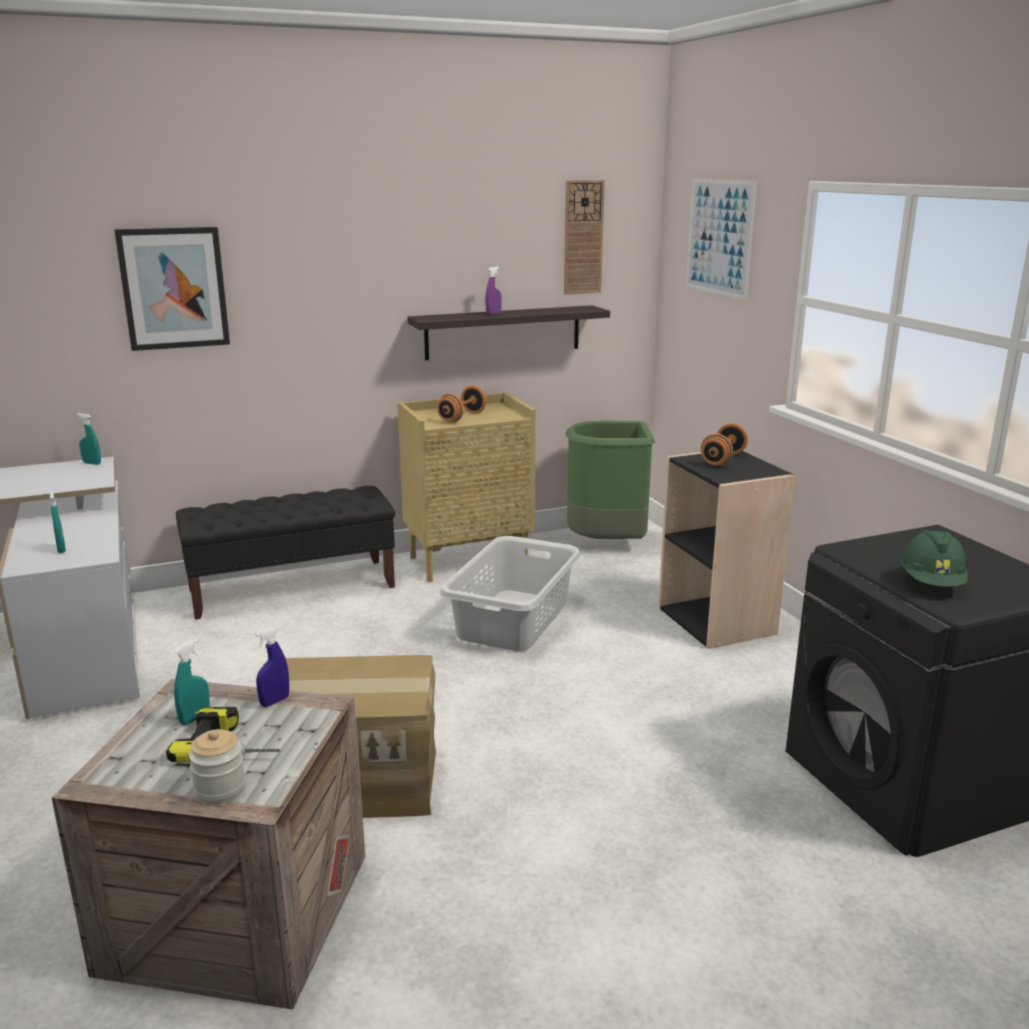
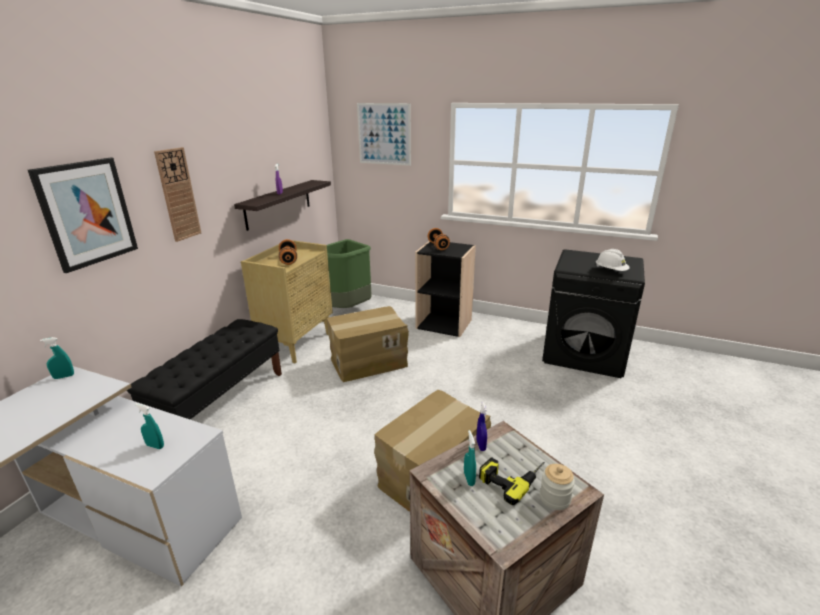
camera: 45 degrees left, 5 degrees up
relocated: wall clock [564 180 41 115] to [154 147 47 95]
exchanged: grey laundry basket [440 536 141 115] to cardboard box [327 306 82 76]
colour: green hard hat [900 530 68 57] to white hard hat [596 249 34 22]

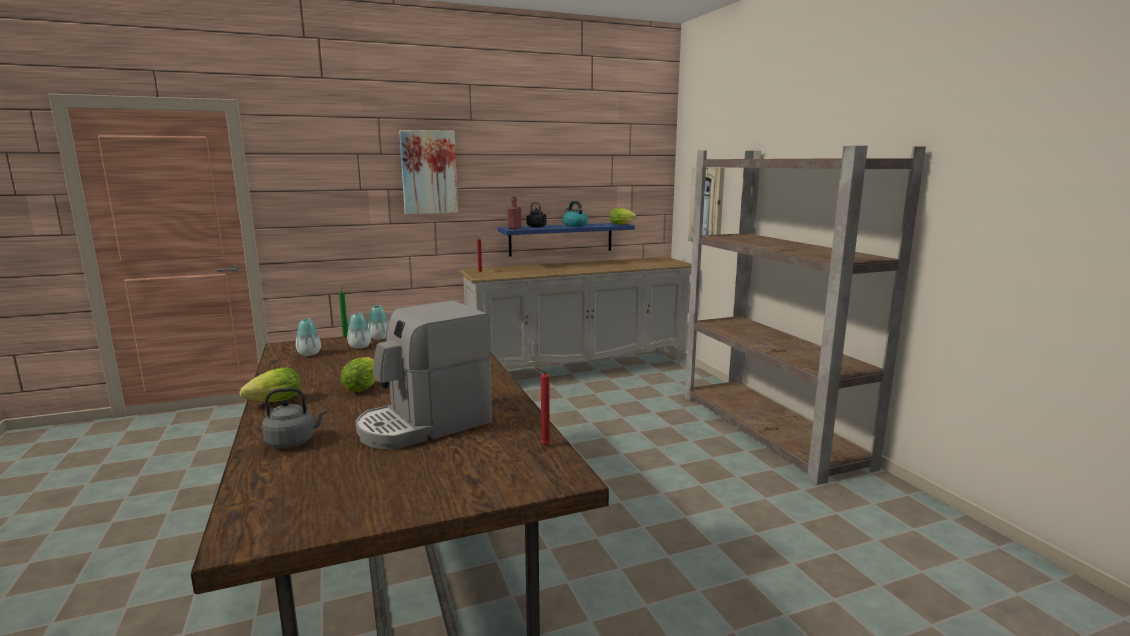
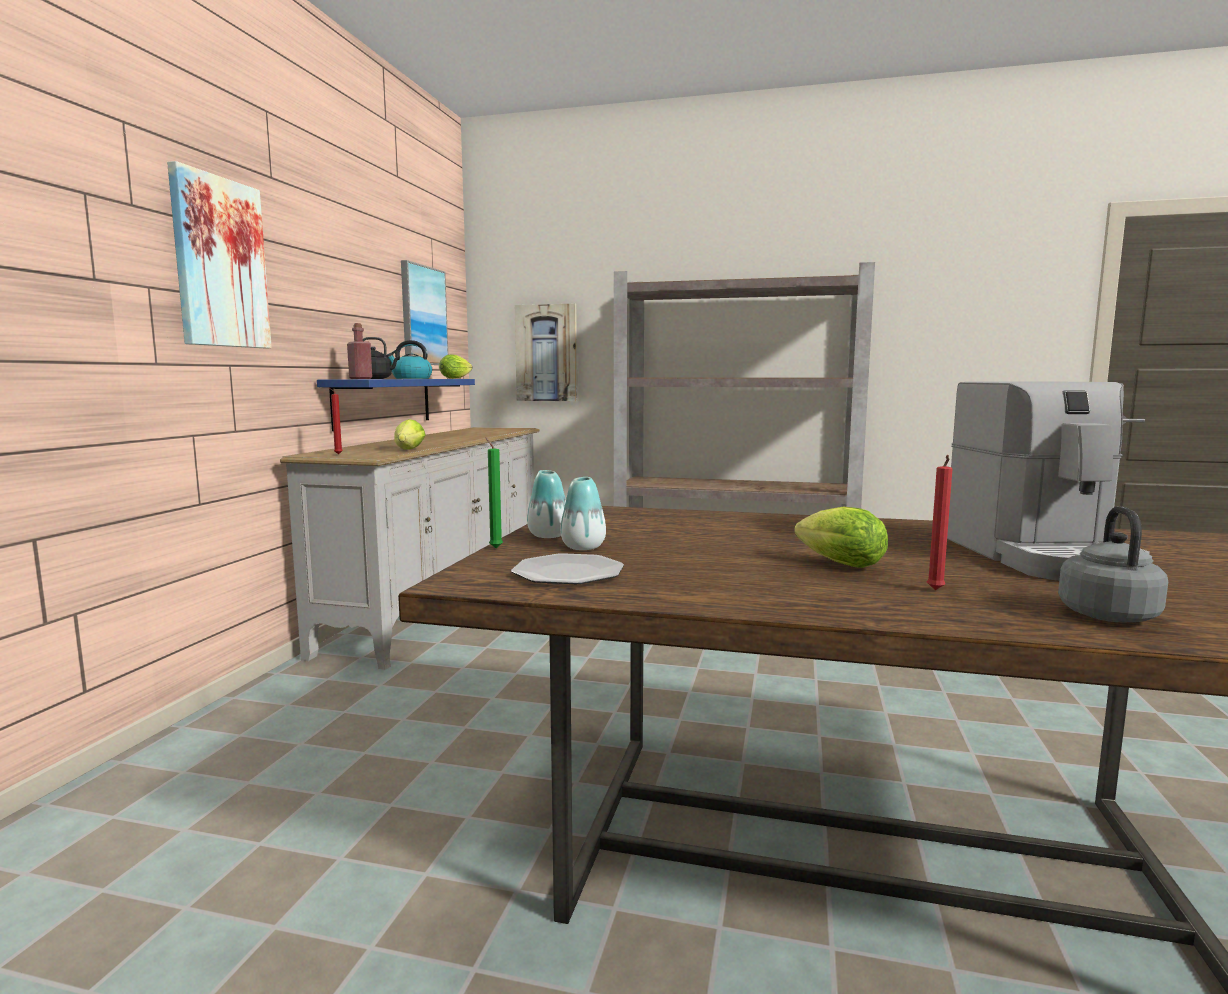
camera: 55 degrees left, 5 degrees down
appeared: picture [401 260 47 105]
relocated: lettuce [239 367 62 35] to [394 419 32 30]; red candle [536 368 15 78] to [927 455 26 135]
exchanged: vase [296 318 25 38] to plate [511 553 113 31]

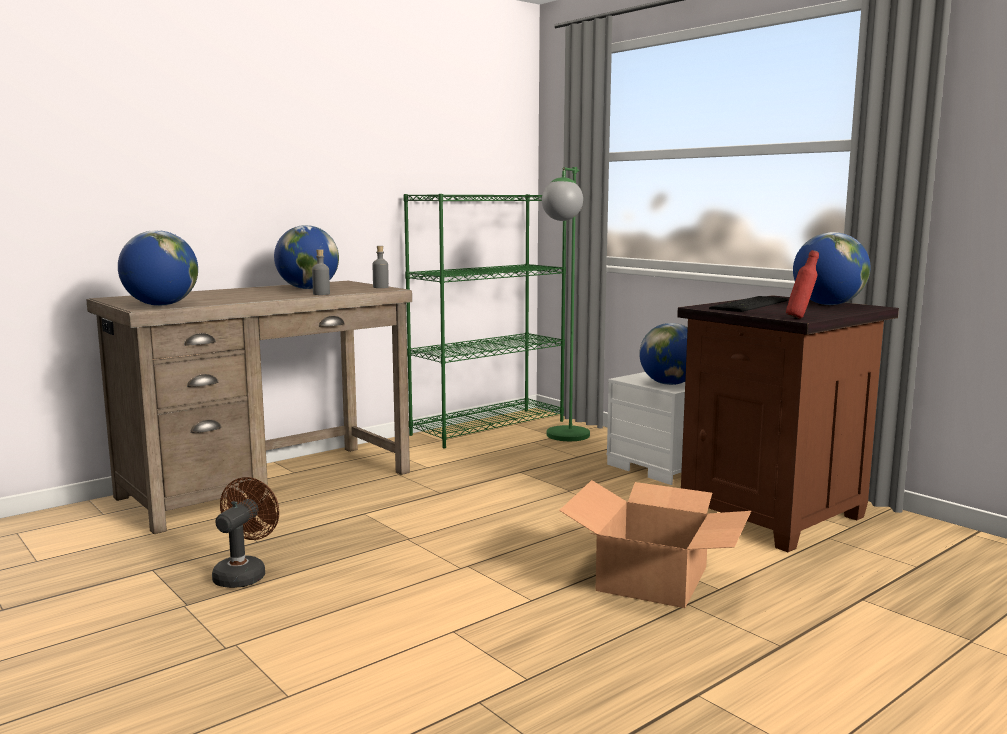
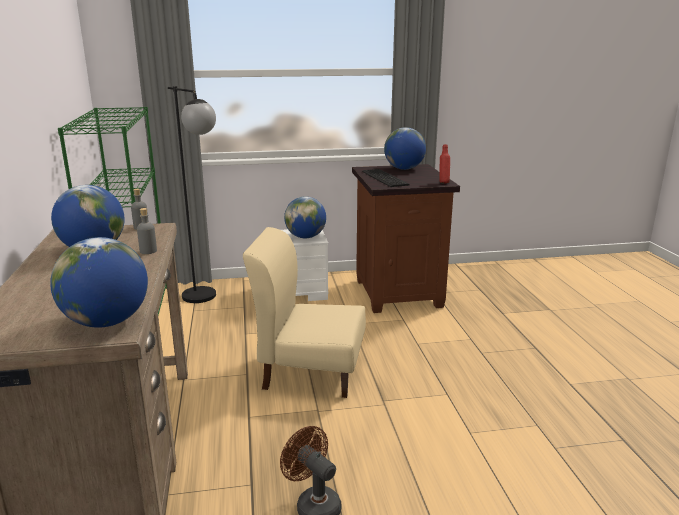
camera: 60 degrees left, 10 degrees up
missing: cardboard box [559 480 192 128]
appeared: beige chair [243 227 123 171]
colour: green floor lamp [542 167 48 274] to black floor lamp [168 86 48 217]

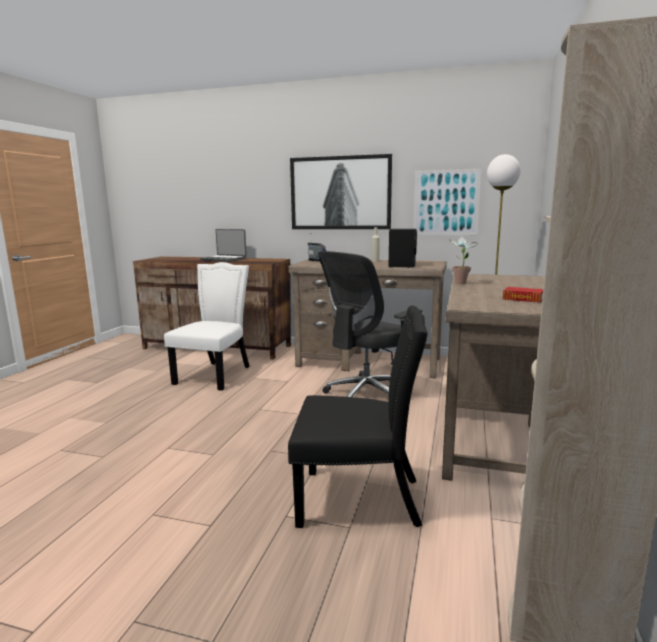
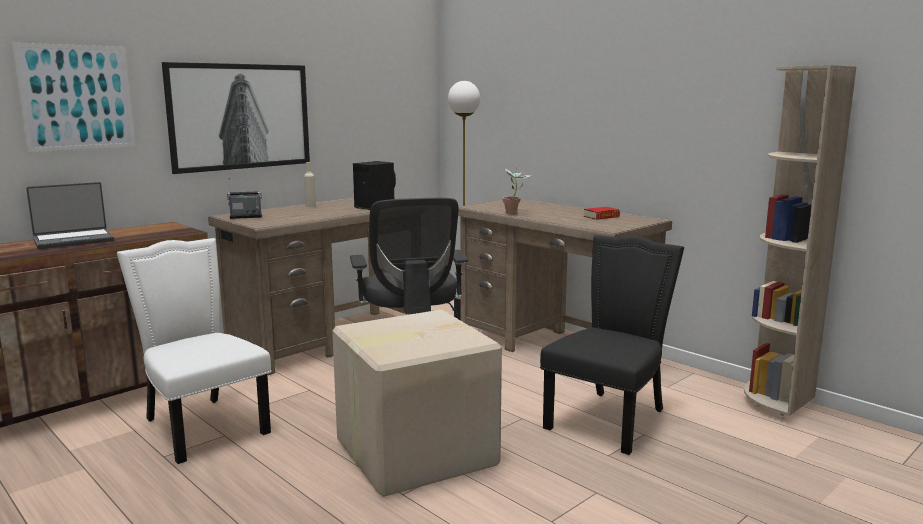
camera: 60 degrees left, 0 degrees up
appeared: cardboard box [332 310 170 187]
relocated: picture [414 169 68 66] to [12 43 124 109]

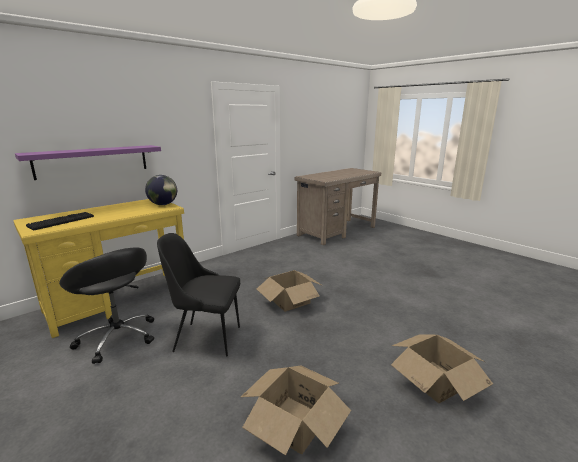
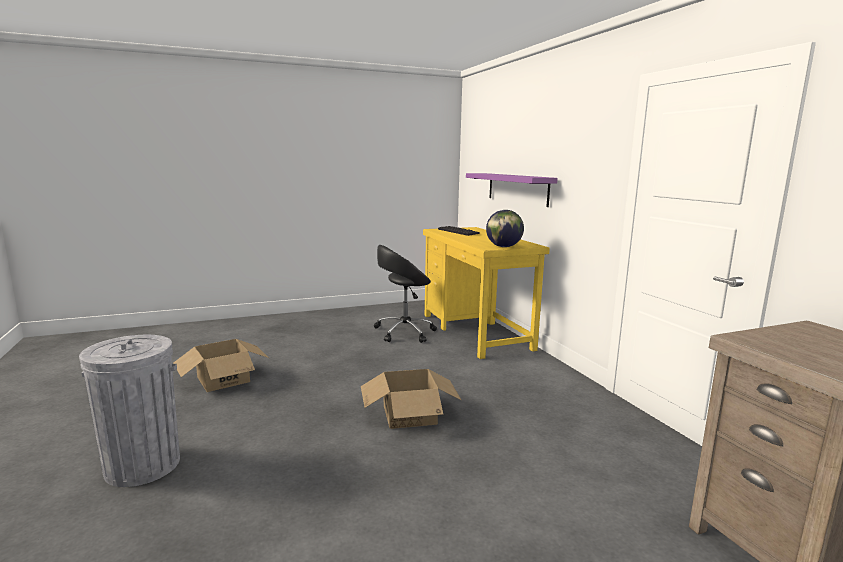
camera: 110 degrees right, 5 degrees down
missing: black chair [157 233 83 124]
exchanged: cardboard box [391 334 102 69] to grey trash can [79 335 101 152]

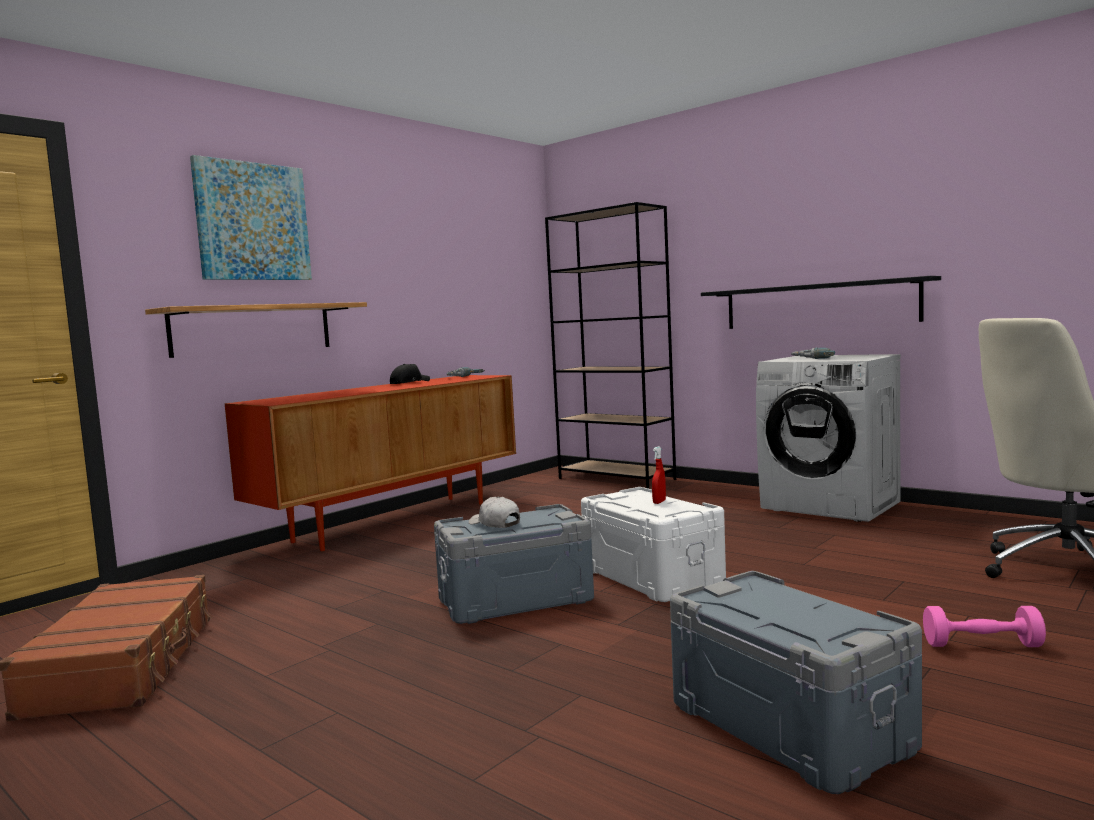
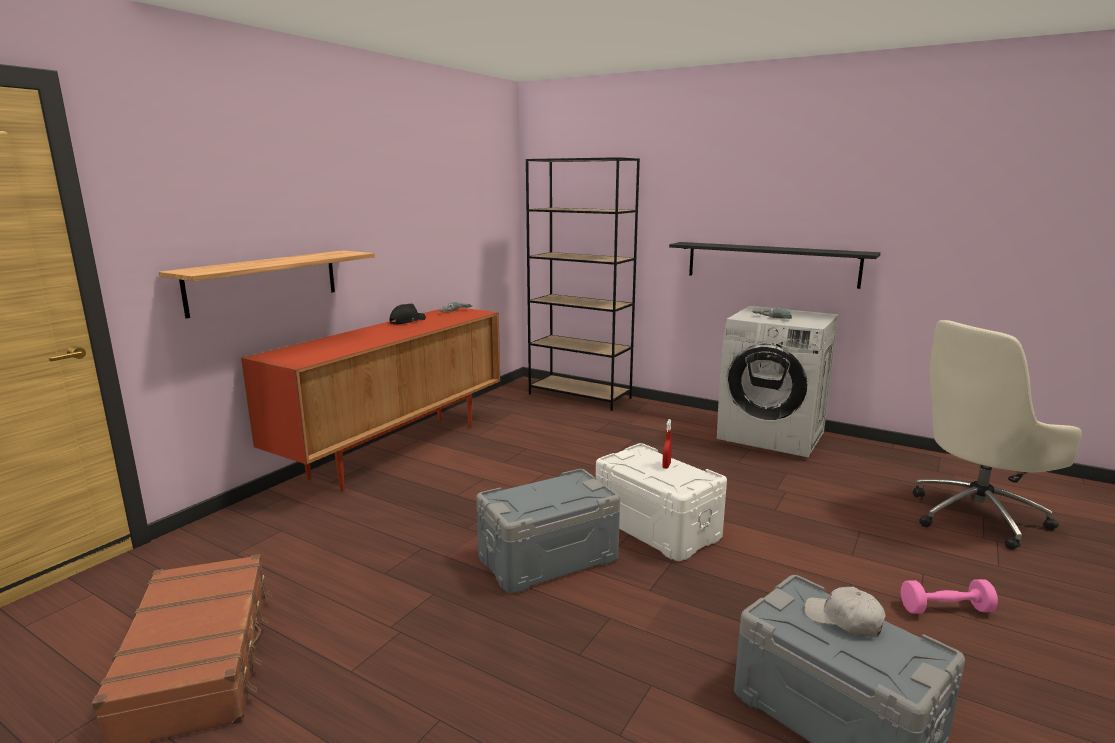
camera: 10 degrees left, 10 degrees up
missing: picture [190 155 122 125]
relocated: white cap [469 496 51 32] to [805 587 81 50]

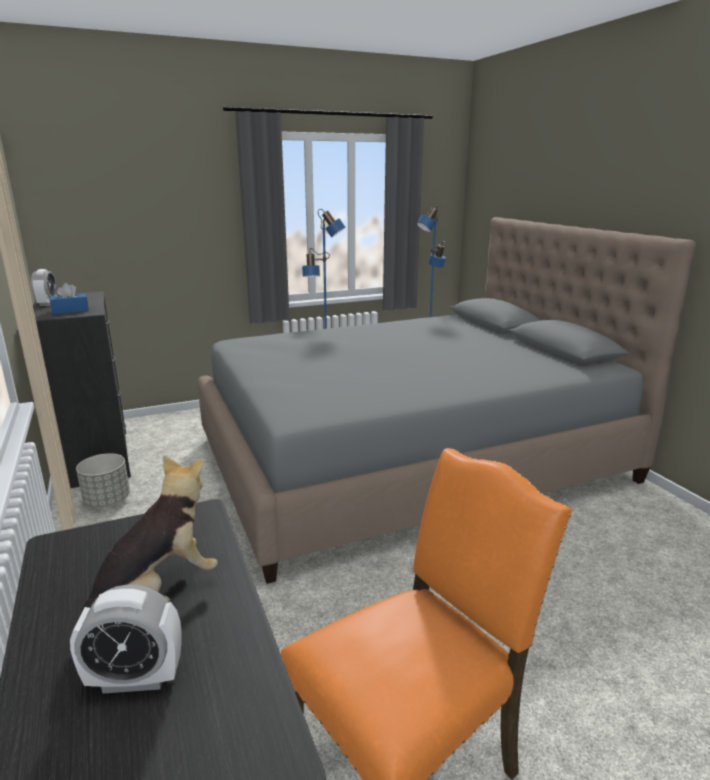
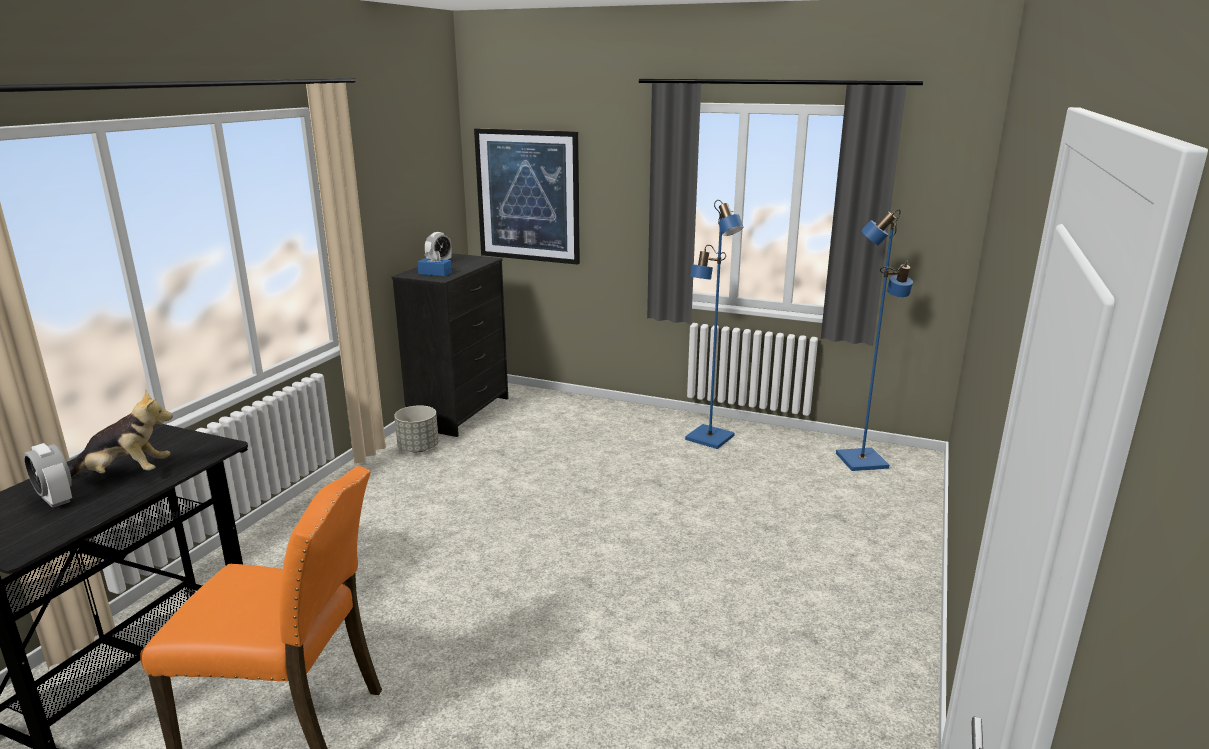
camera: 45 degrees right, 0 degrees up
missing: grey bed [198 217 498 367]
appeared: picture [474 128 106 137]

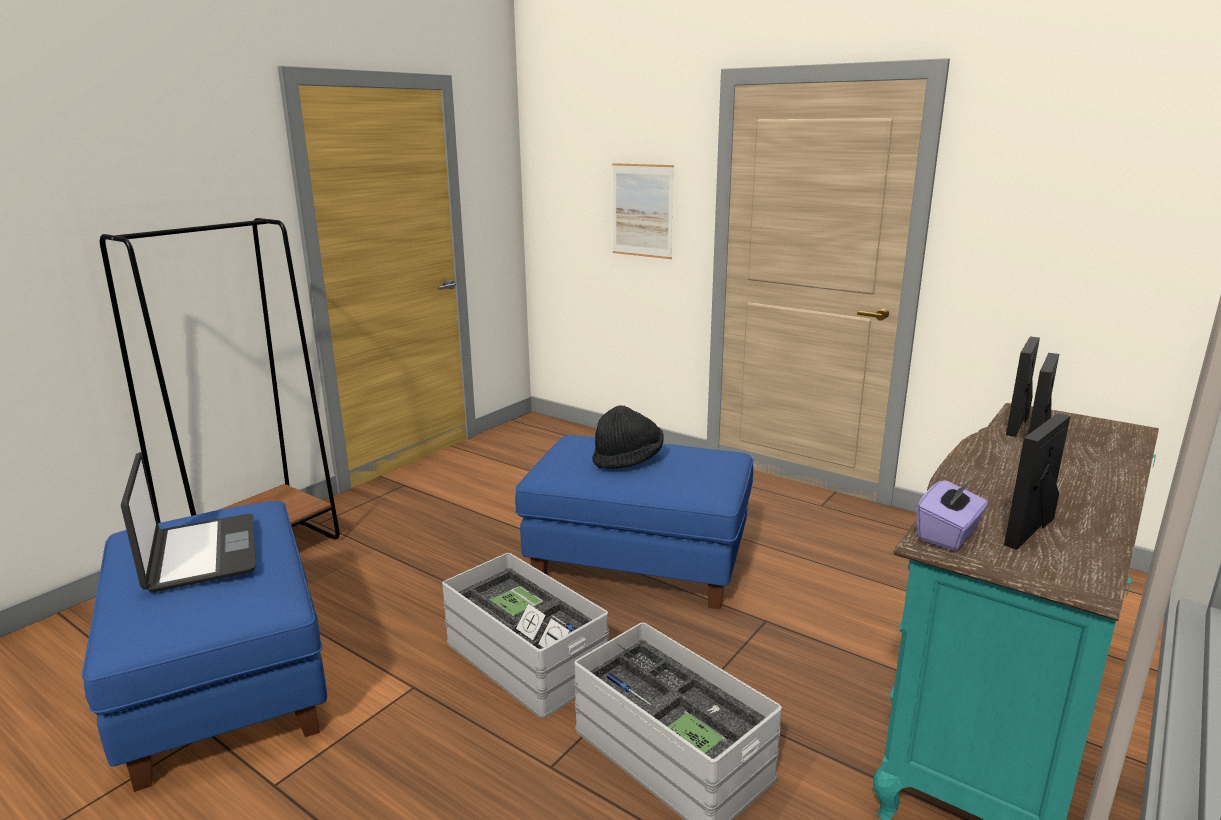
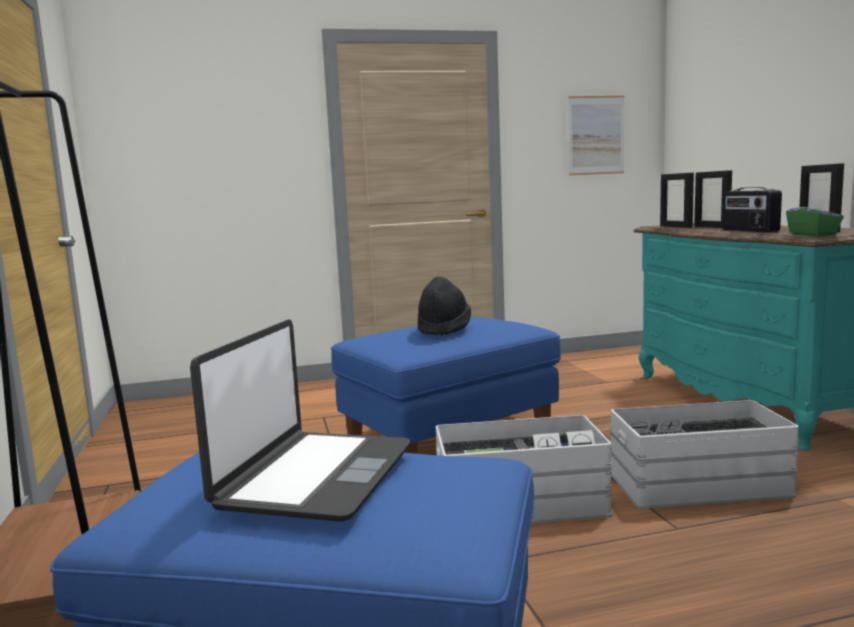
camera: 50 degrees left, 10 degrees down
appeared: radio [722 187 60 46]
relocated: picture [612 163 62 96] to [568 96 56 79]
colour: purple tissue box [916 479 72 72] to green tissue box [786 198 58 38]
spun: laptop [121 452 135 141] = [190 319 221 203] 90 degrees clockwise

